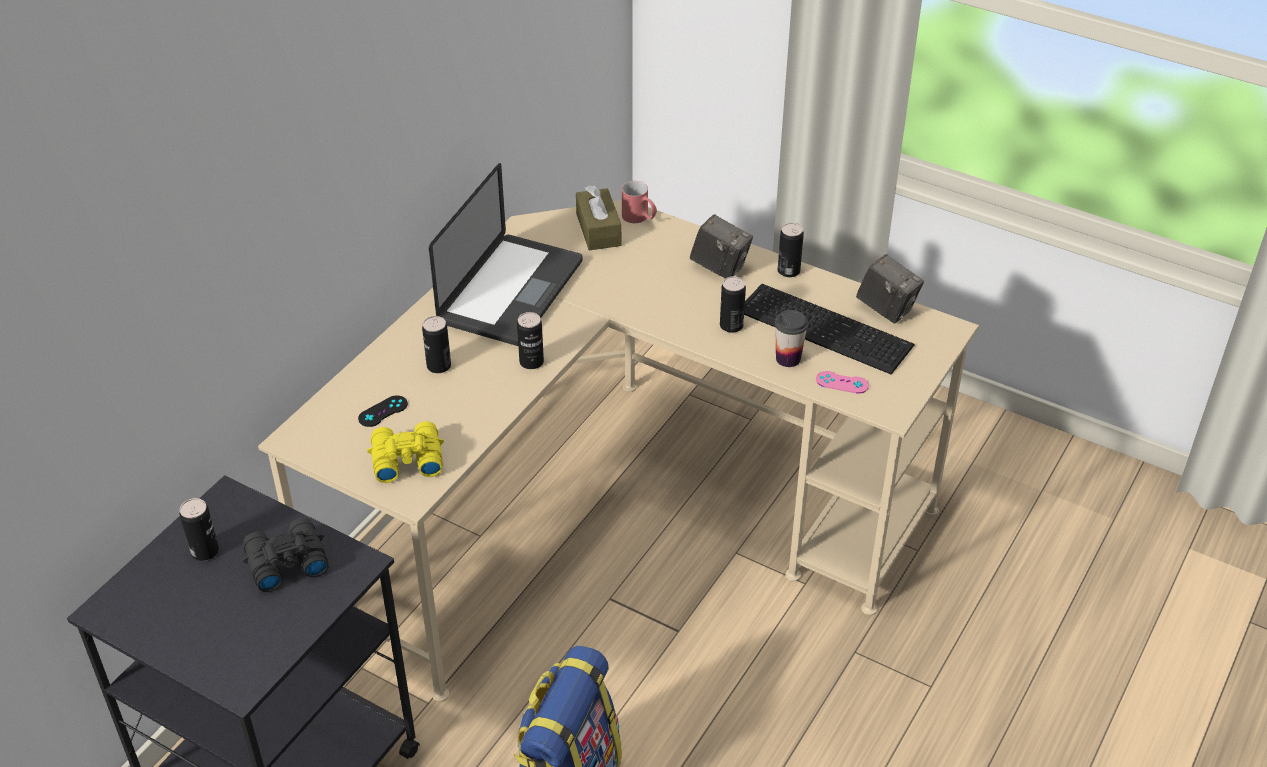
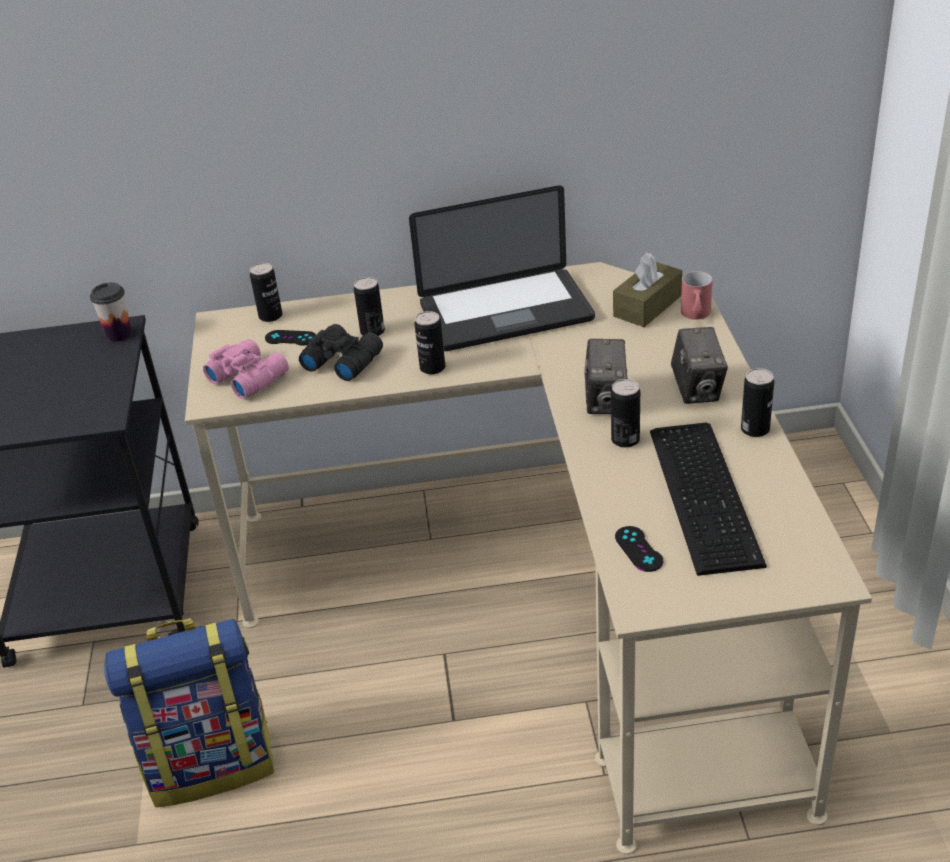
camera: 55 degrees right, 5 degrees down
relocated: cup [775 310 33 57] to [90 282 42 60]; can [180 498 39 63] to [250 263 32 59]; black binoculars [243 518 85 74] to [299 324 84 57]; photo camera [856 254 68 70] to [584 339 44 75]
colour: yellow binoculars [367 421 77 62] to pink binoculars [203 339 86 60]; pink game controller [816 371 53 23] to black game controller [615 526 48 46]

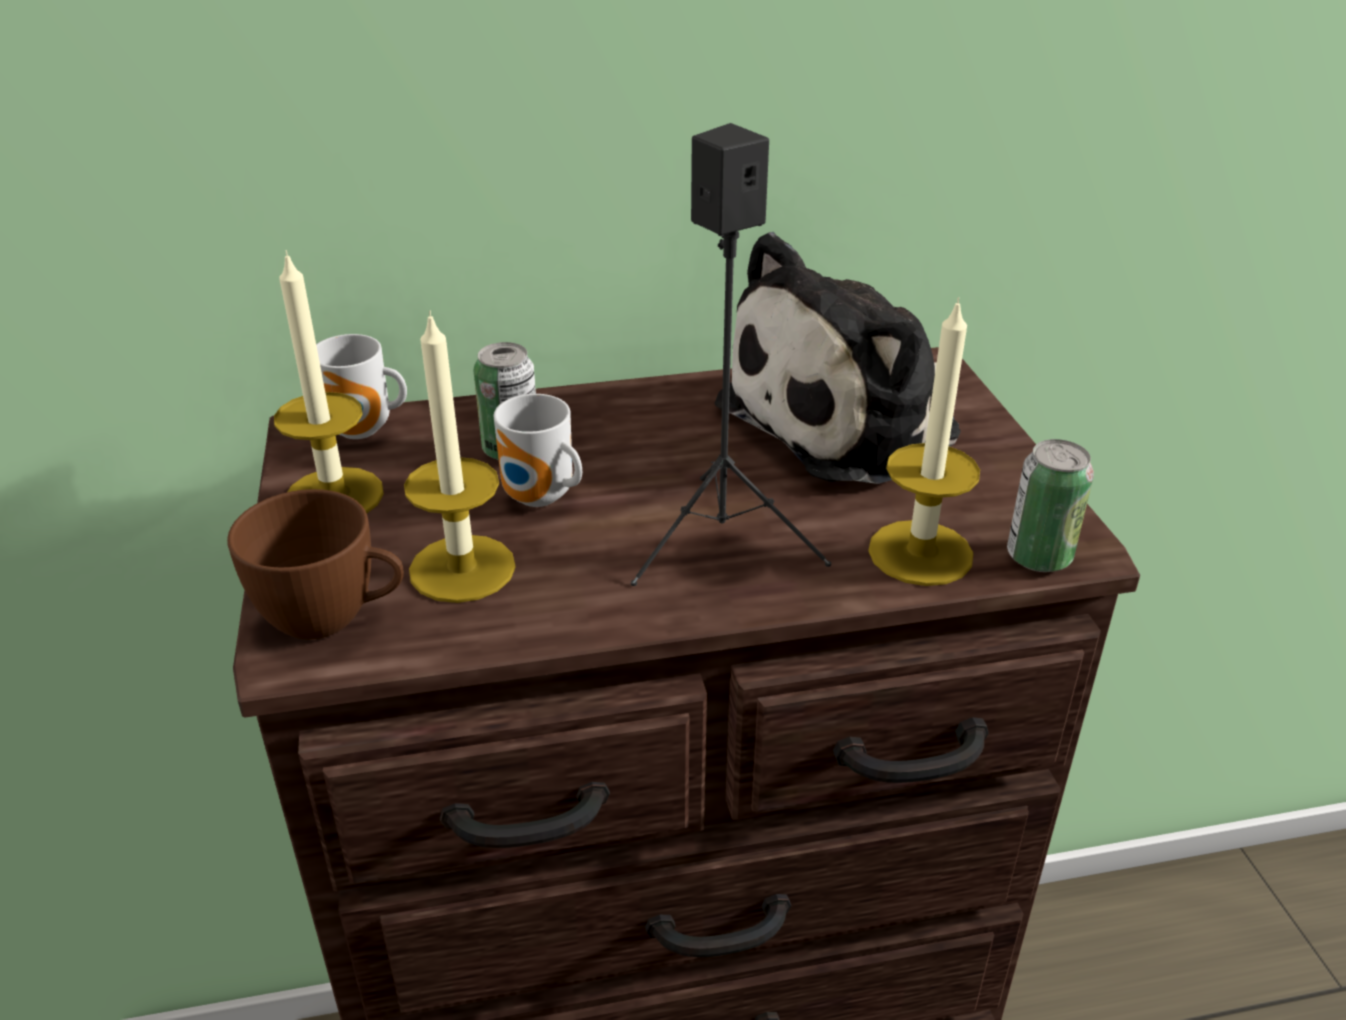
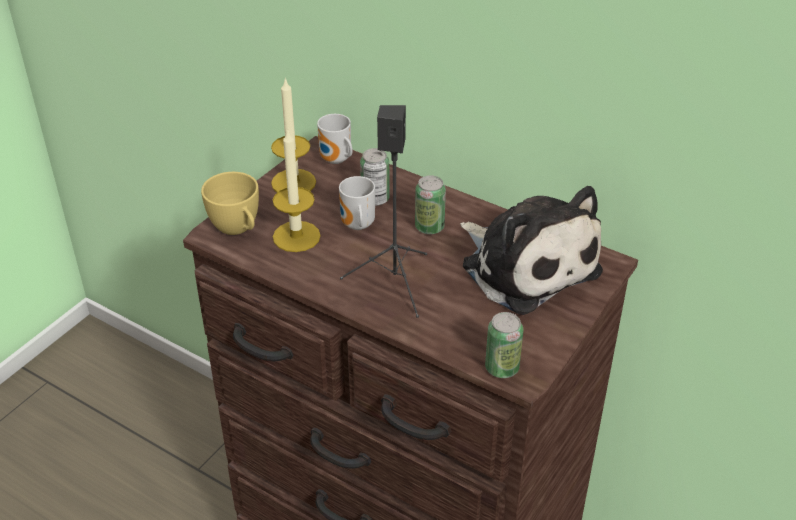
camera: 45 degrees right, 5 degrees up
missing: candle [868 297 112 289]
appeared: can [415 175 31 59]
colour: brown cup [227 489 177 151] to yellow cup [201 172 58 63]
spun: plush toy [714 232 247 252] = [460 186 143 129] 135 degrees counterclockwise

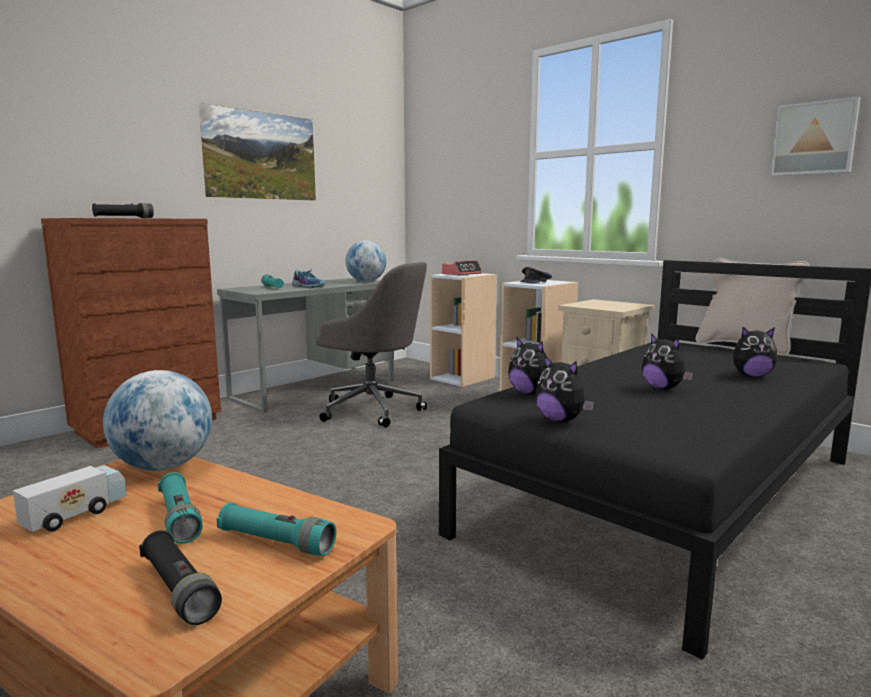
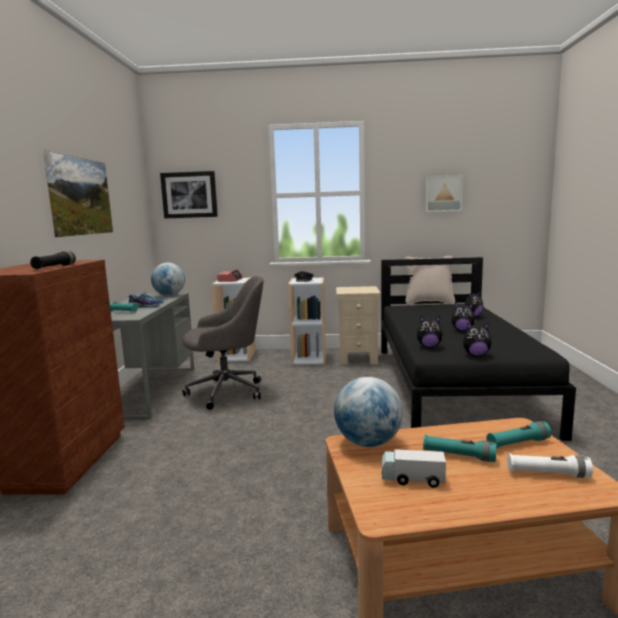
camera: 40 degrees left, 0 degrees up
appeared: picture [160 171 58 48]
colour: black flashlight [139 530 83 95] to white flashlight [507 454 86 24]
spun: toy truck [13 465 114 67] = [381 449 65 39] 75 degrees counterclockwise

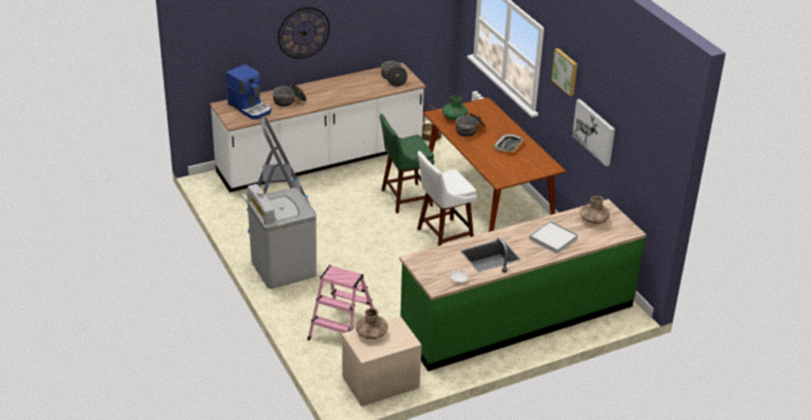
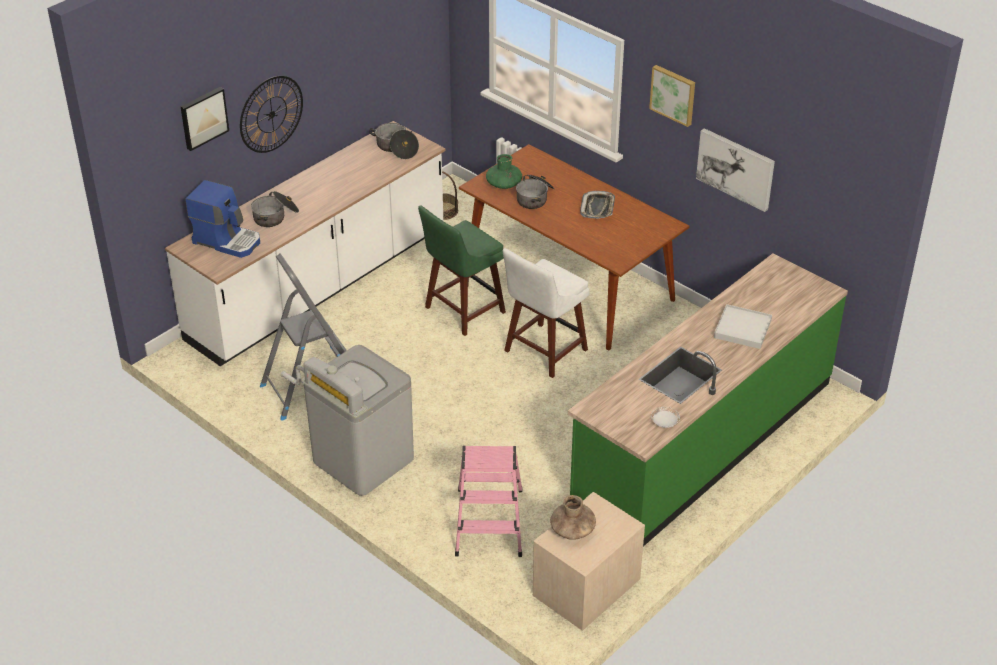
camera: 20 degrees left, 5 degrees up
missing: brown vase [580 196 30 28]
appeared: picture [180 87 49 64]

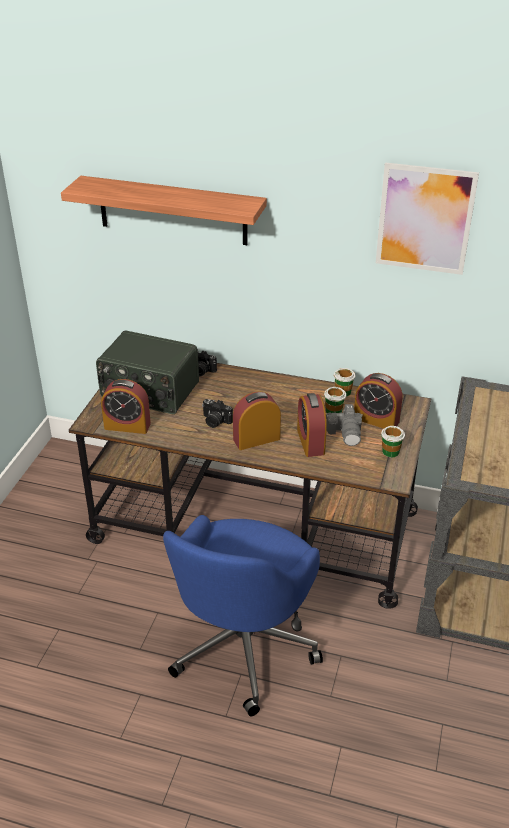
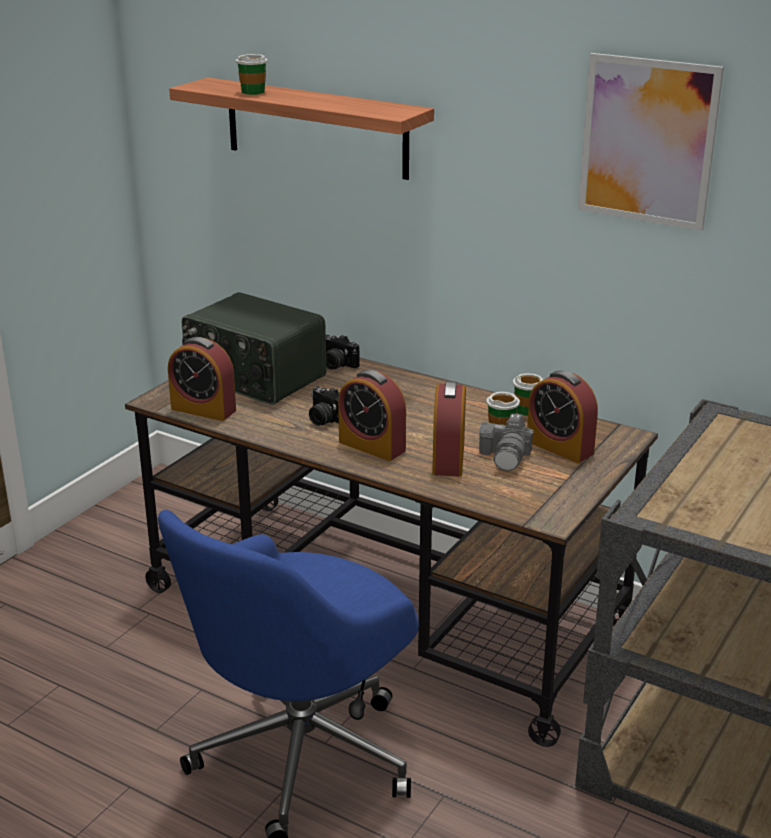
camera: 15 degrees right, 10 degrees down
relocated: cup [381 426 24 31] to [236 54 32 41]
spun: alarm clock [233 391 48 59] = [338 370 68 91] 135 degrees counterclockwise

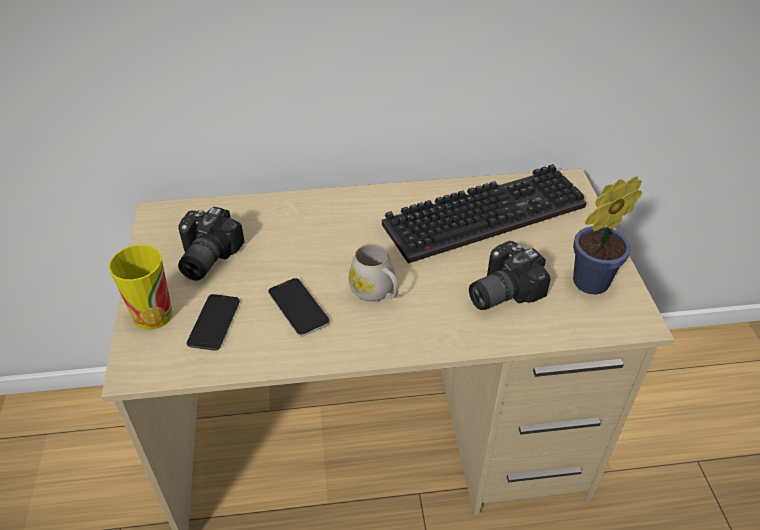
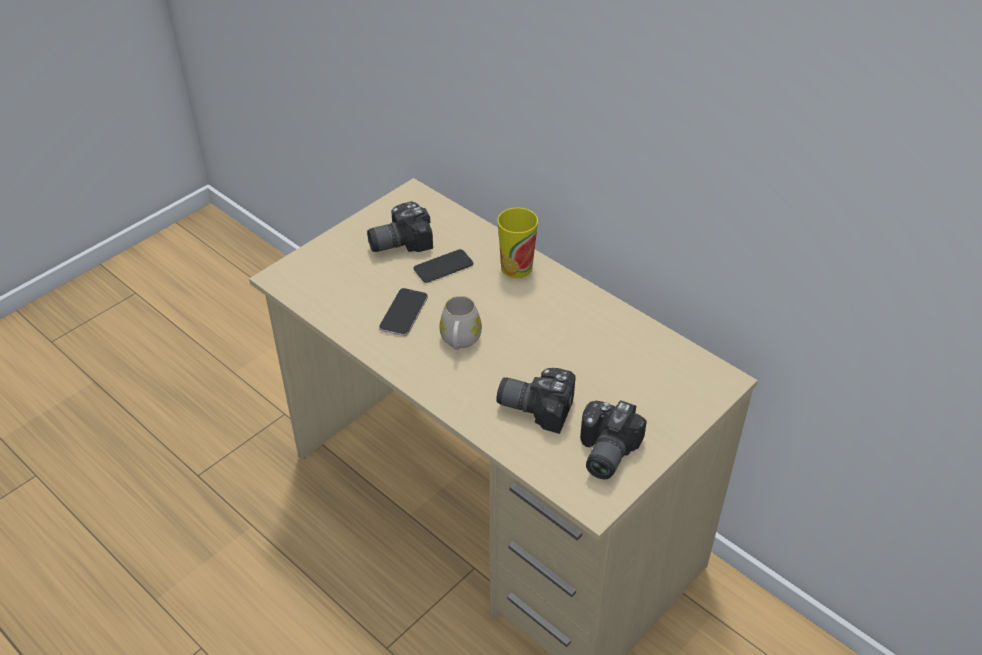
camera: 50 degrees right, 0 degrees up
missing: keyboard [382 164 204 99]
relocated: phone [187 294 53 57] to [413 249 61 34]; cup [109 245 64 85] to [497 208 41 70]
exchanged: potted plant [573 176 69 118] to photo camera [580 400 67 79]

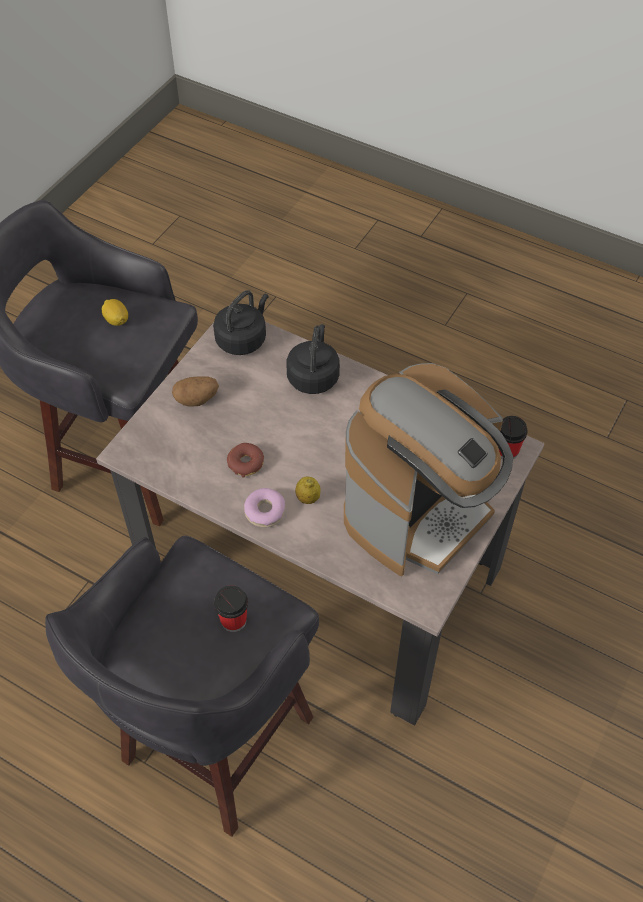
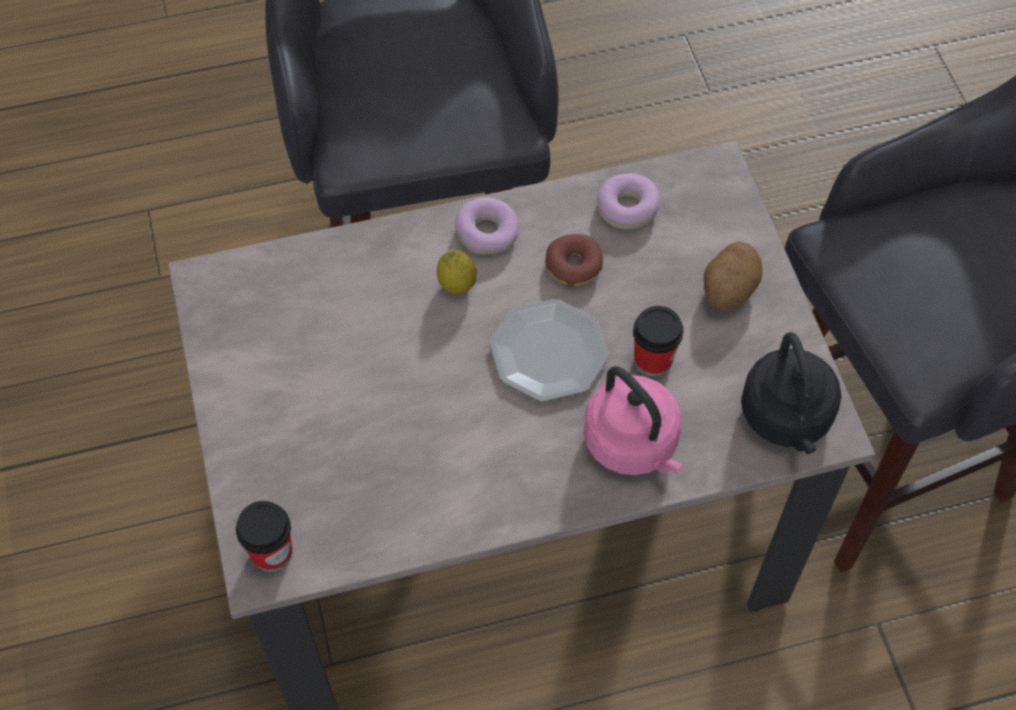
camera: 135 degrees right, 5 degrees up
missing: lemon [102 299 26 27]; coffee machine [344 363 169 213]
appeared: plate [489 299 120 103]; donut [597 174 63 55]
relocated: cup [214 585 34 47] to [633 306 51 71]
colour: black kettle [286 324 54 70] to pink kettle [584 366 99 109]

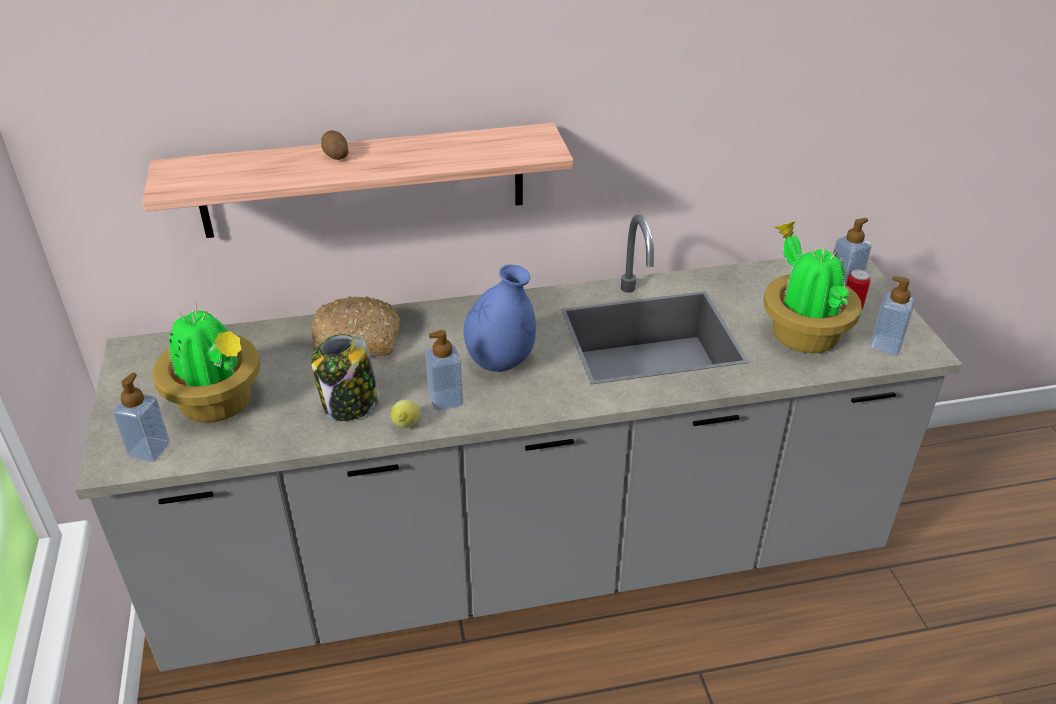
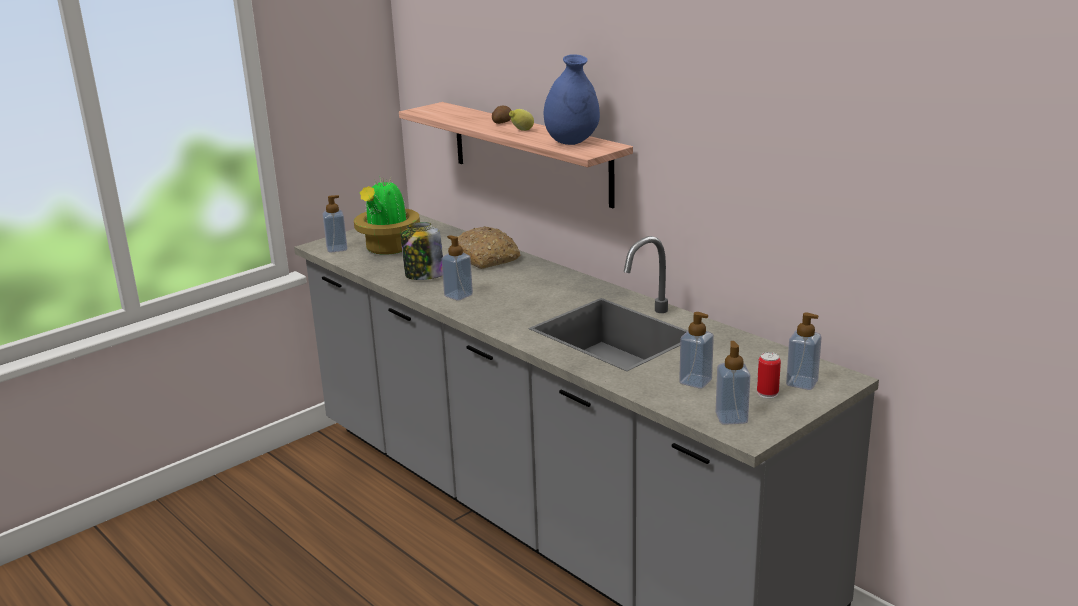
camera: 60 degrees right, 15 degrees down
relocated: lemon [391 400 29 28] to [509 109 25 22]; blue vase [464 265 72 107] to [544 54 56 91]
exchanged: potted plant [763 221 99 132] to soap dispenser [679 312 35 77]

